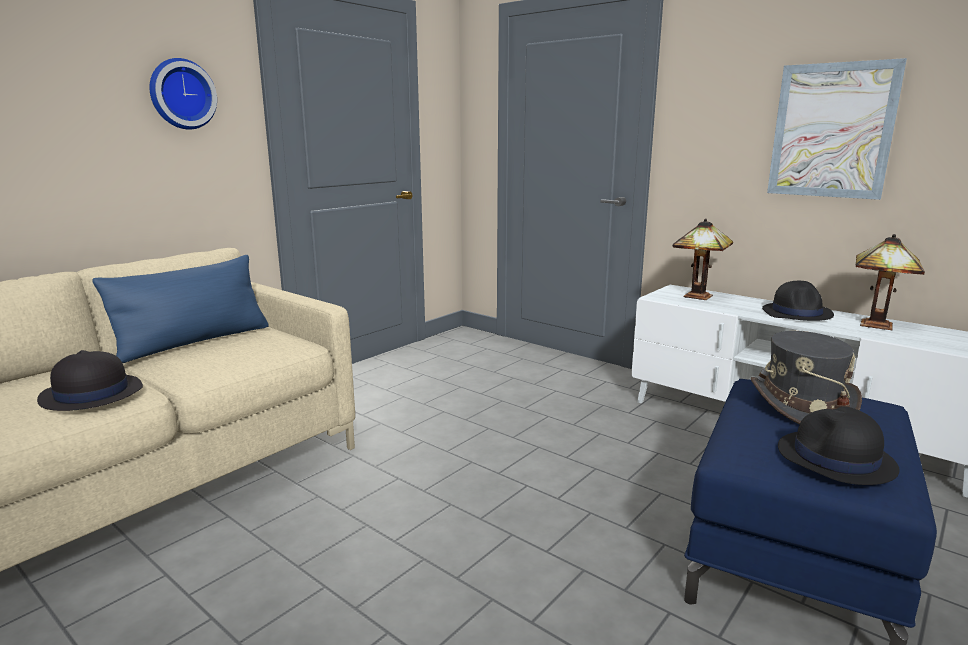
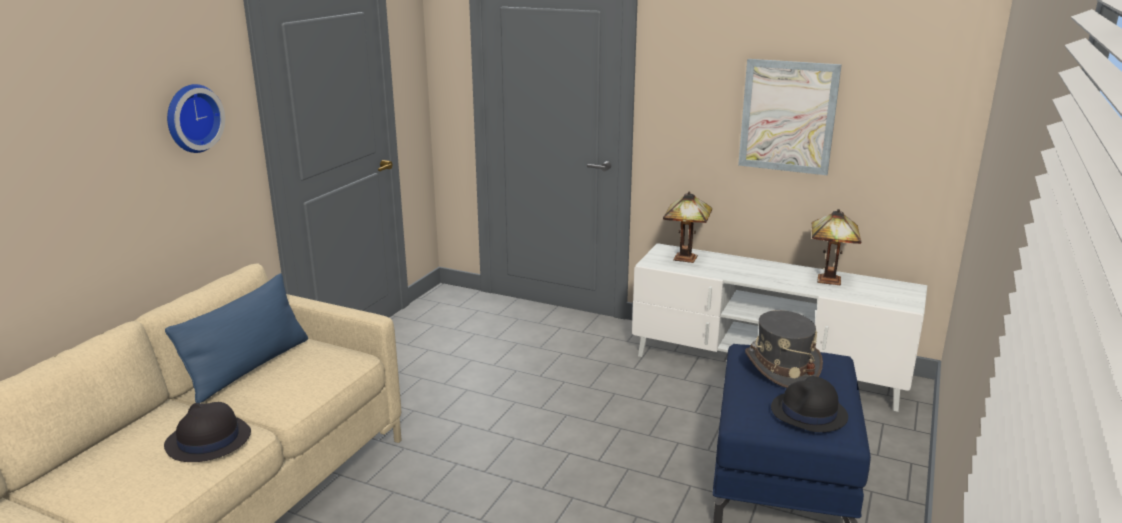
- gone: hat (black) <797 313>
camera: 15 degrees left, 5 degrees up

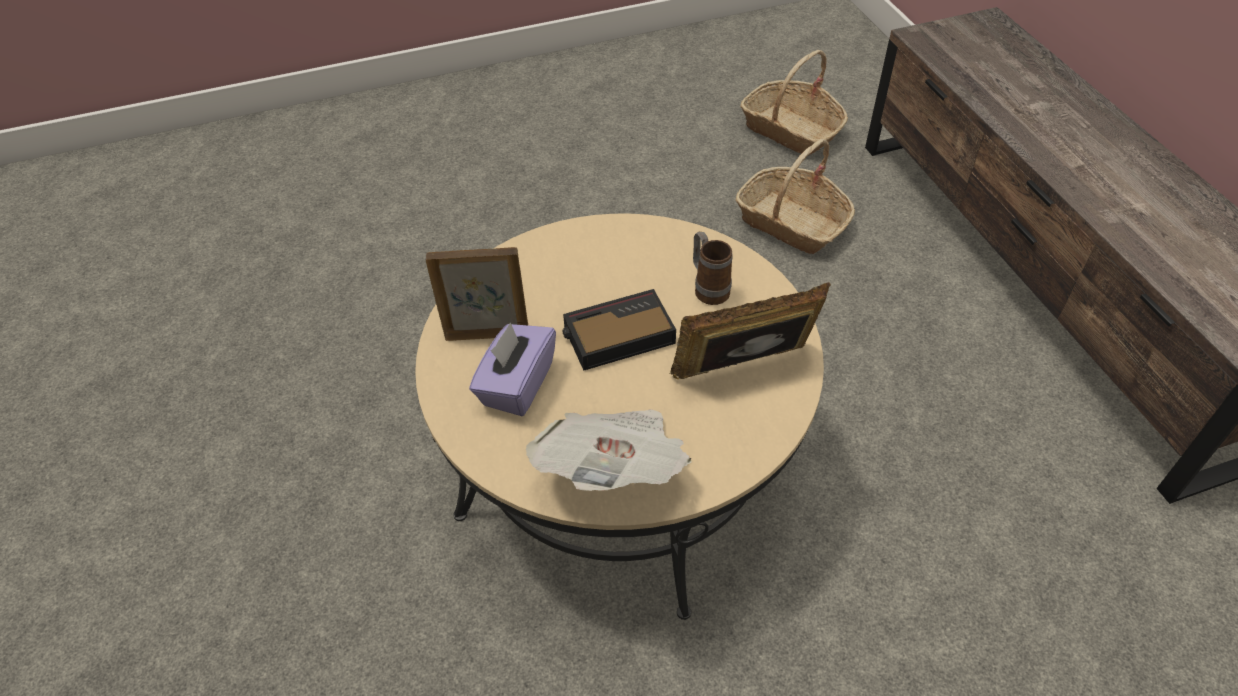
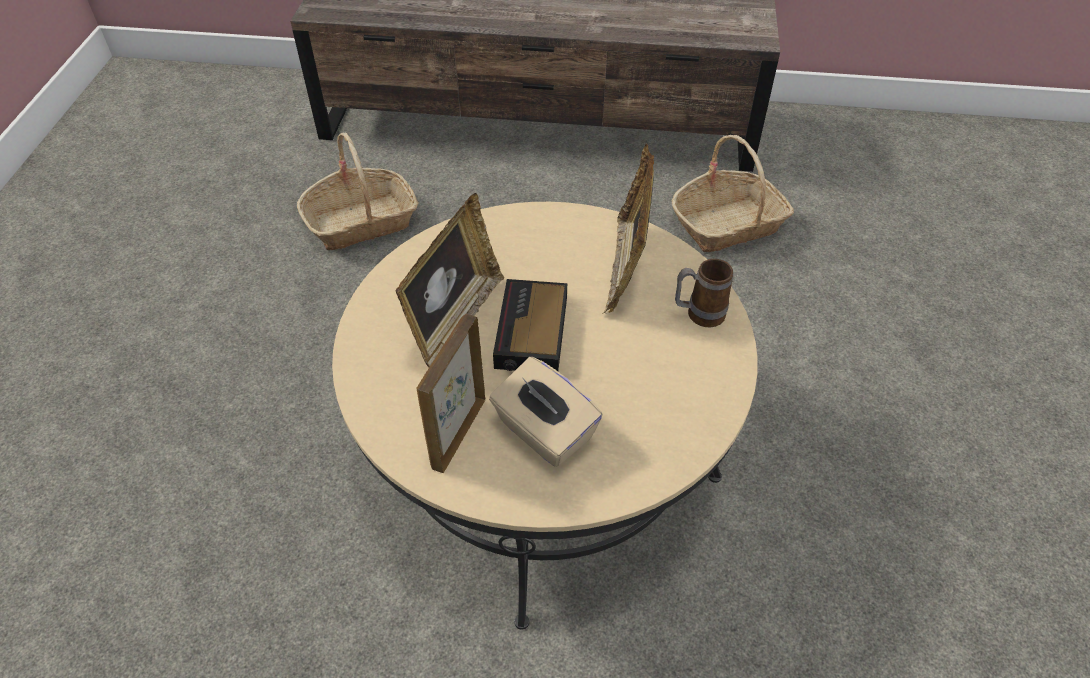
- gone: newspaper <614 469>
- new: picture frame <455 321>
- shifted: mug <708 288> to <698 314>
- shifted: basket <791 130> to <728 224>
- repainted: tissue box (purple) <516 385> to tissue box (beige) <544 432>
camera: 65 degrees left, 0 degrees up

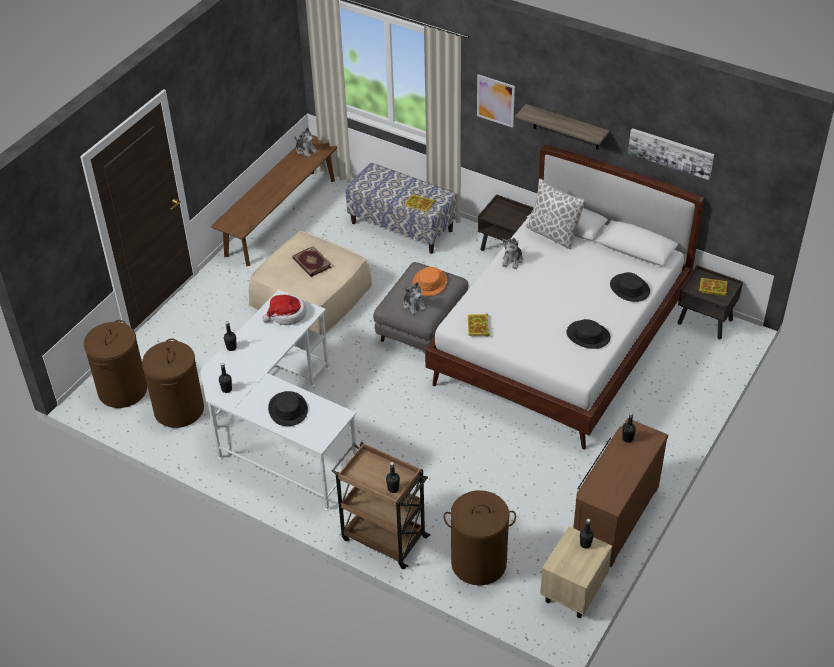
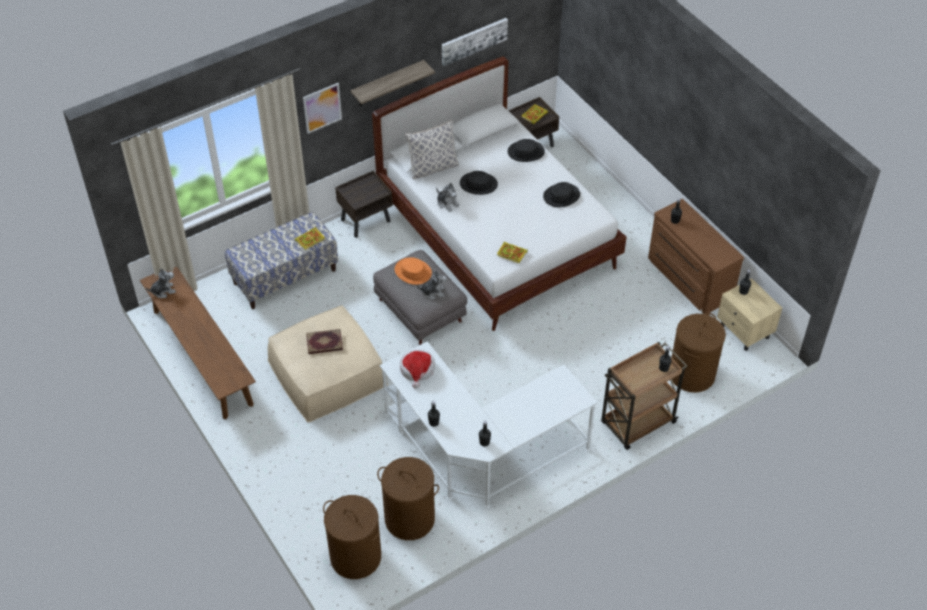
- shifted: hat (black) <288 409> to <478 184>
camera: 65 degrees left, 5 degrees up

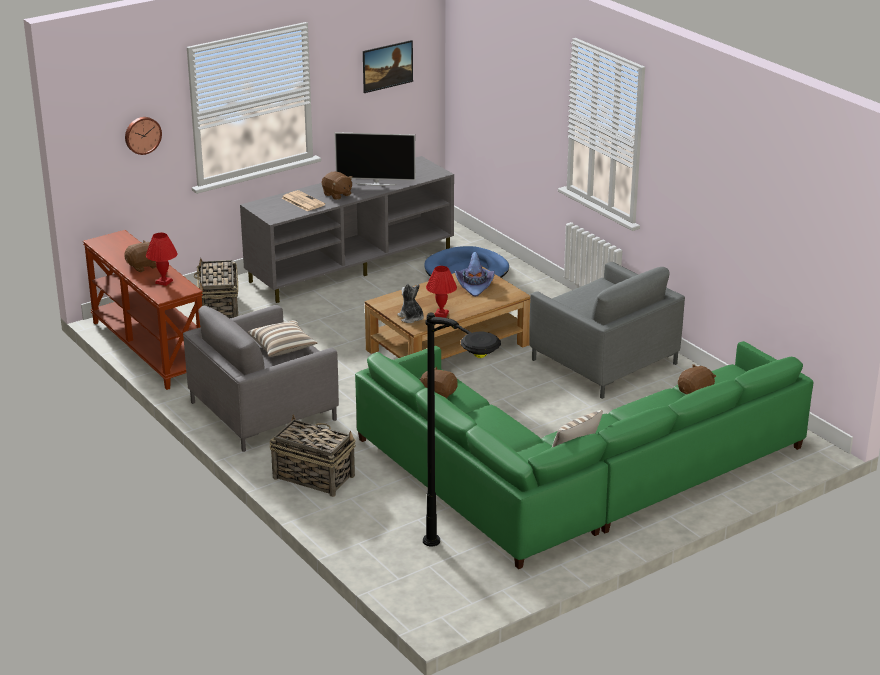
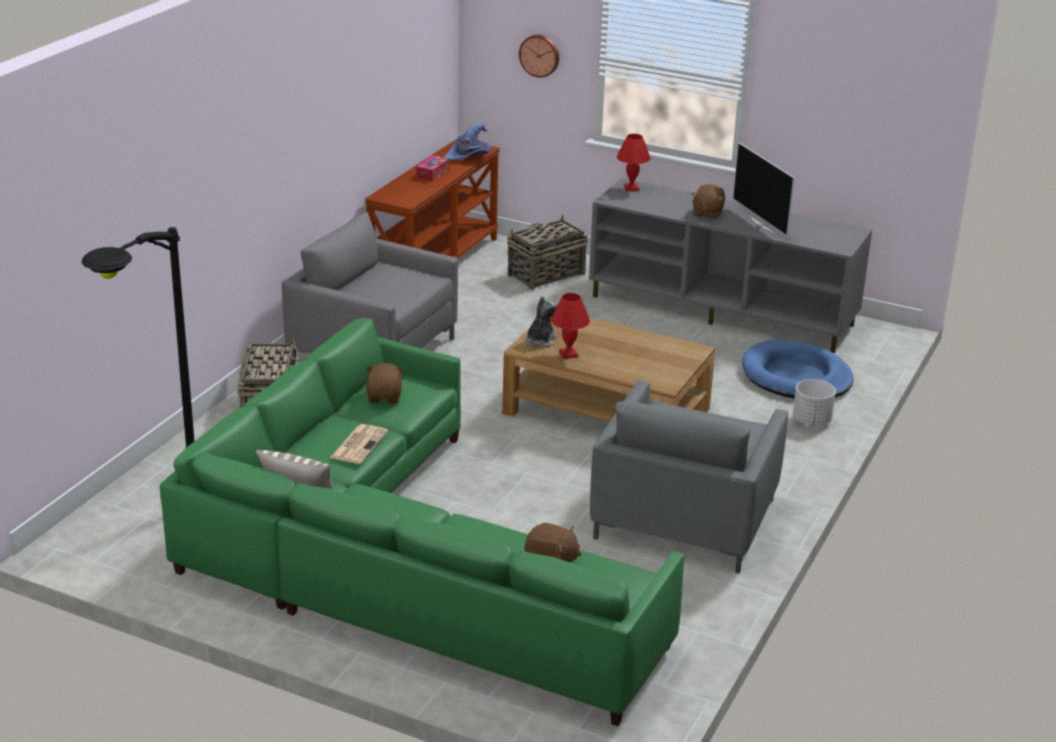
- gone: pillow <283 347>
- gone: picture <387 76>
- new: planter (white) <812 421>
- shifted: table lamp (red) <164 281> to <632 188>
- shifted: newspaper <302 201> to <359 444>
- shifted: hat (purple) <475 285> to <468 156>
- swapped: plush toy (brown) <143 266> to tissue box <432 173>
camera: 60 degrees right, 0 degrees up

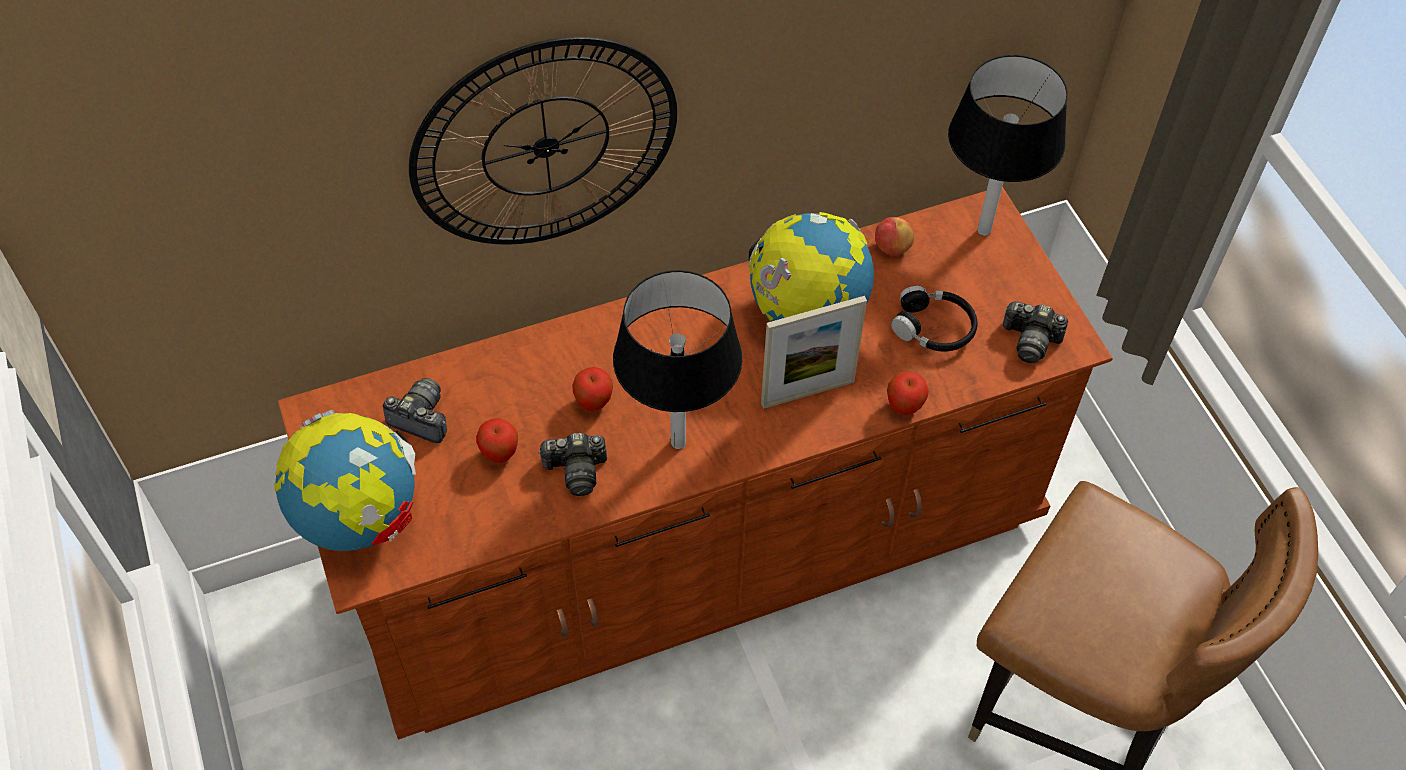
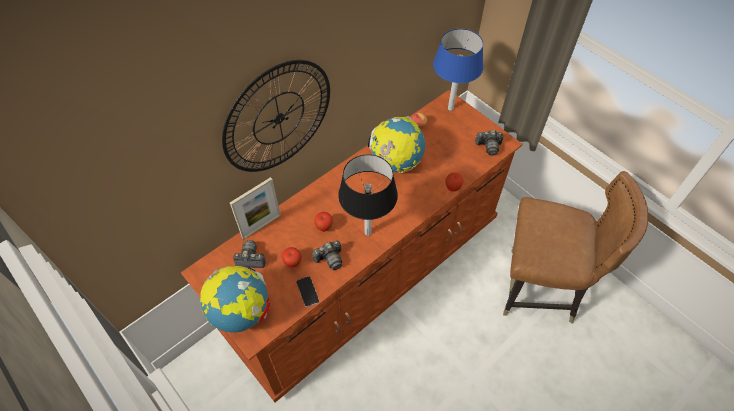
- gone: headphones (black) <933 328>
- new: phone <307 291>
- shifted: picture frame <807 393> to <261 226>
- repainted: table lamp (black) <983 230> to table lamp (blue) <450 108>
camera: 20 degrees left, 0 degrees up

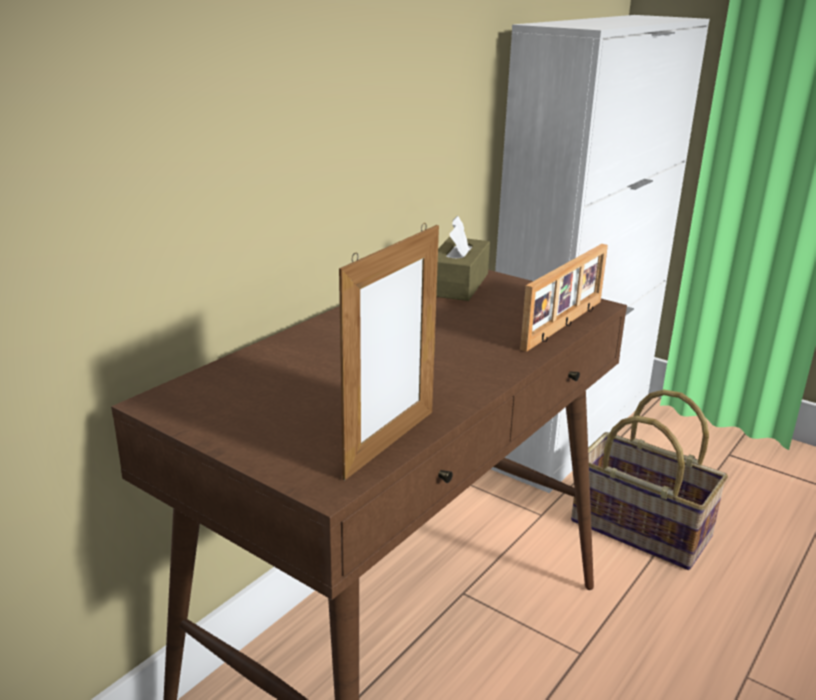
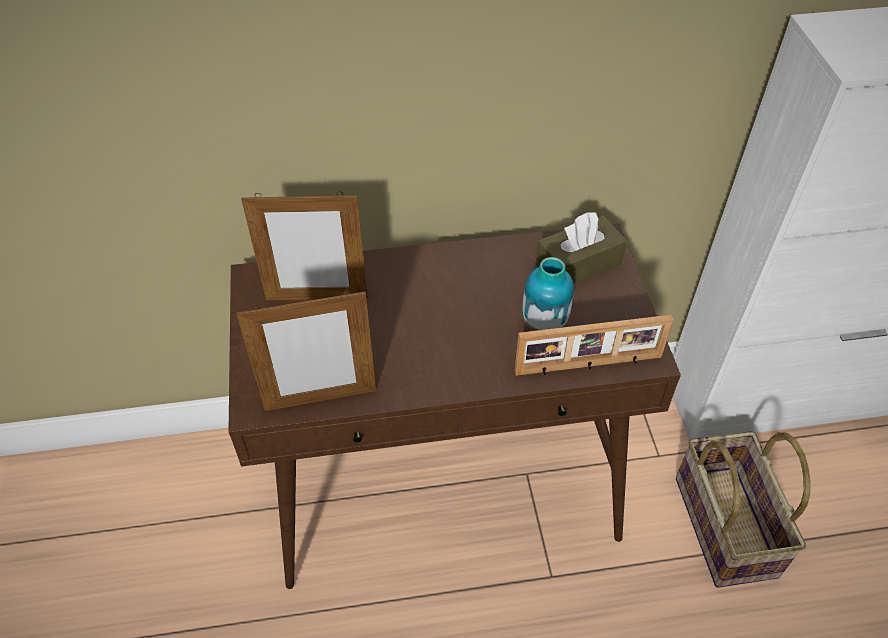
- new: picture frame <317 298>
- new: vase <544 325>
camera: 45 degrees right, 25 degrees up

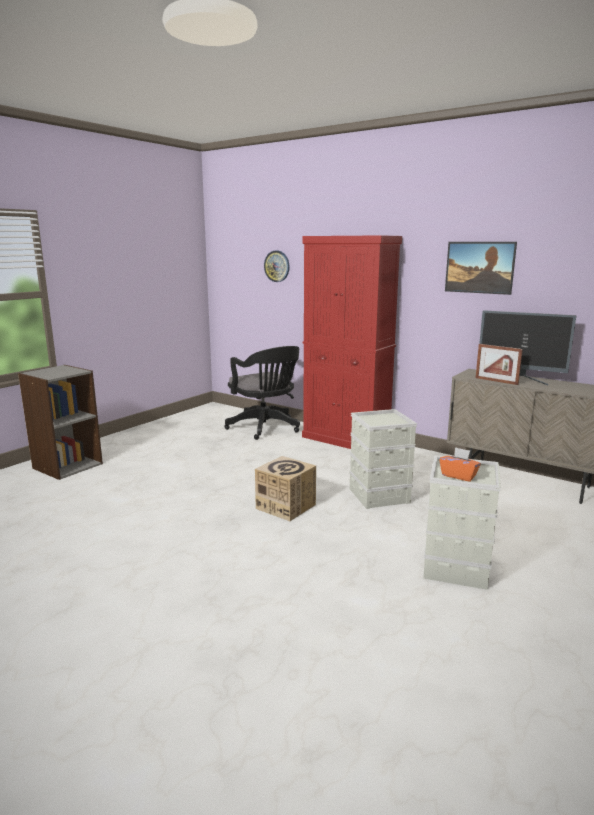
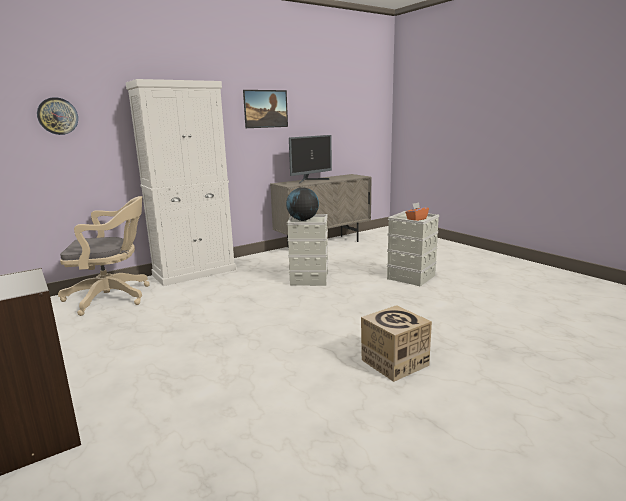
- gone: picture frame <496 381>
- new: globe <303 220>
- shifted: cardboard box <286 506> to <394 362>
- repainted: office chair (black) <265 428> to office chair (beige) <113 297>
- repainted: cabinet (red) <346 439> to cabinet (white) <195 272>
camera: 70 degrees left, 0 degrees up

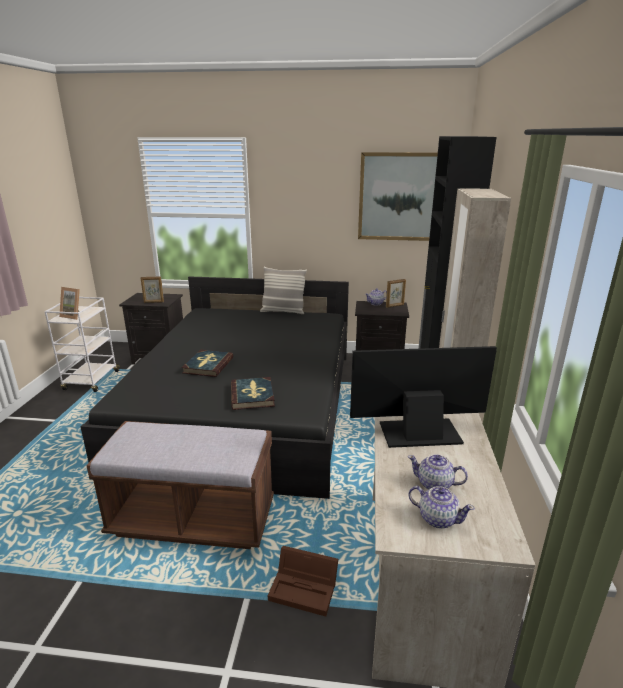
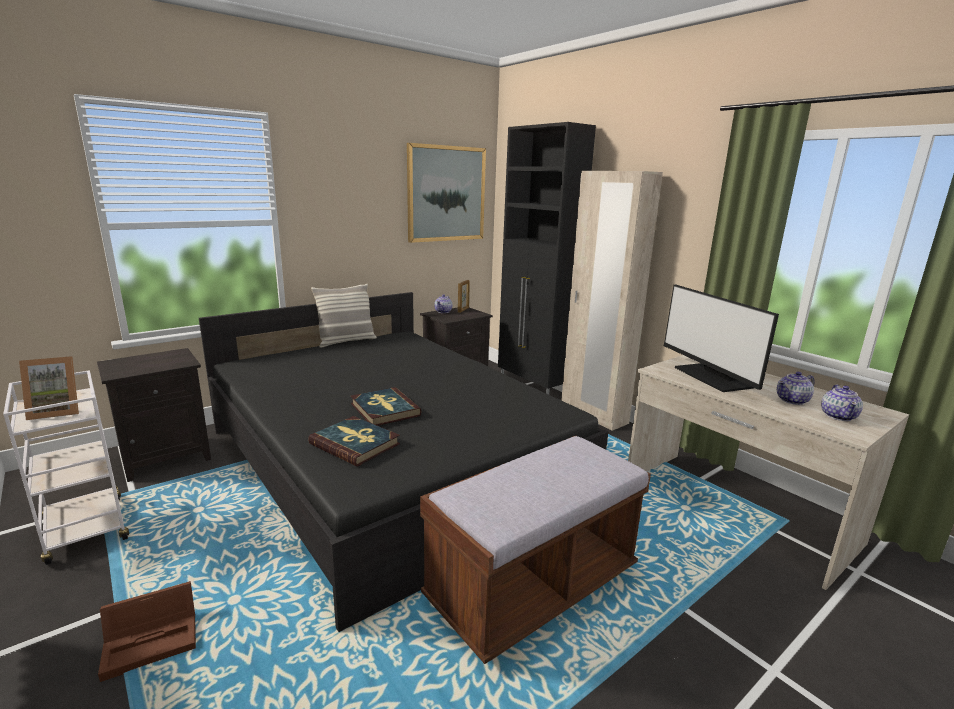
- gone: picture frame <154 302>
- shifted: book <252 395> to <355 444>
- shifted: storage box (brown) <305 588> to <154 639>
- rotated: monitor <419 432> = <712 377> 60 degrees counterclockwise
- rotated: teapot <437 518> = <838 416> 120 degrees clockwise
camera: 45 degrees left, 5 degrees down

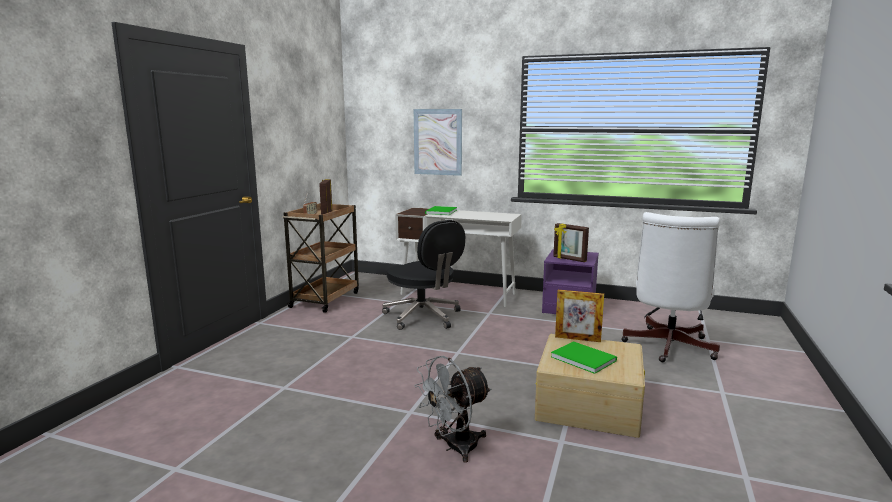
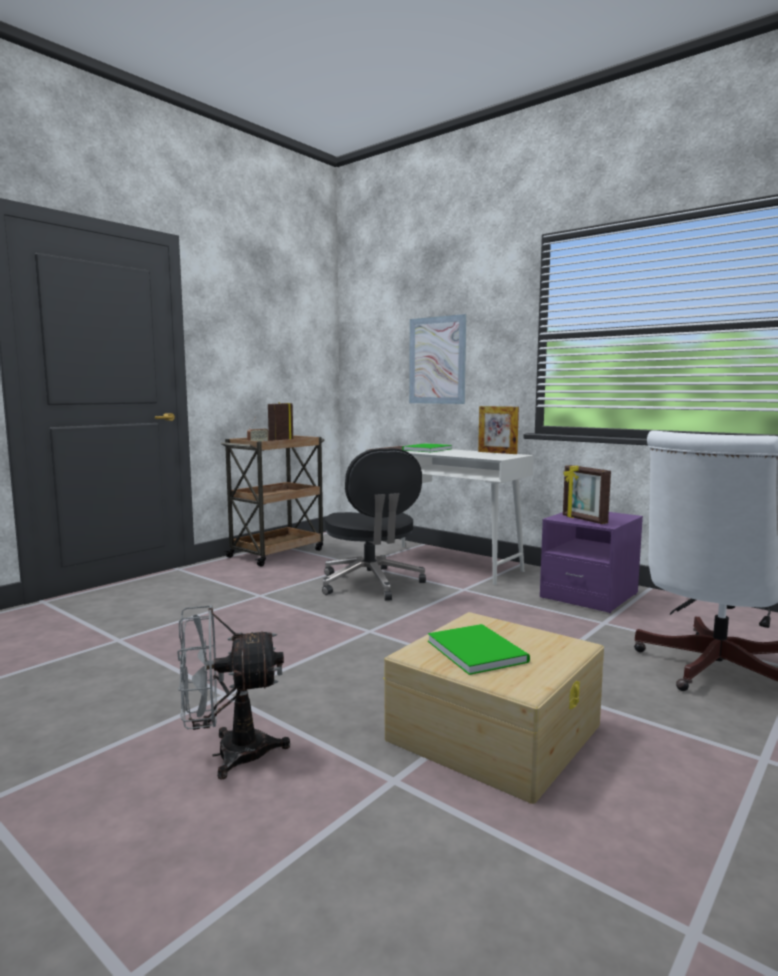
- shifted: picture frame <577 339> to <497 452>
camera: 20 degrees right, 5 degrees down

